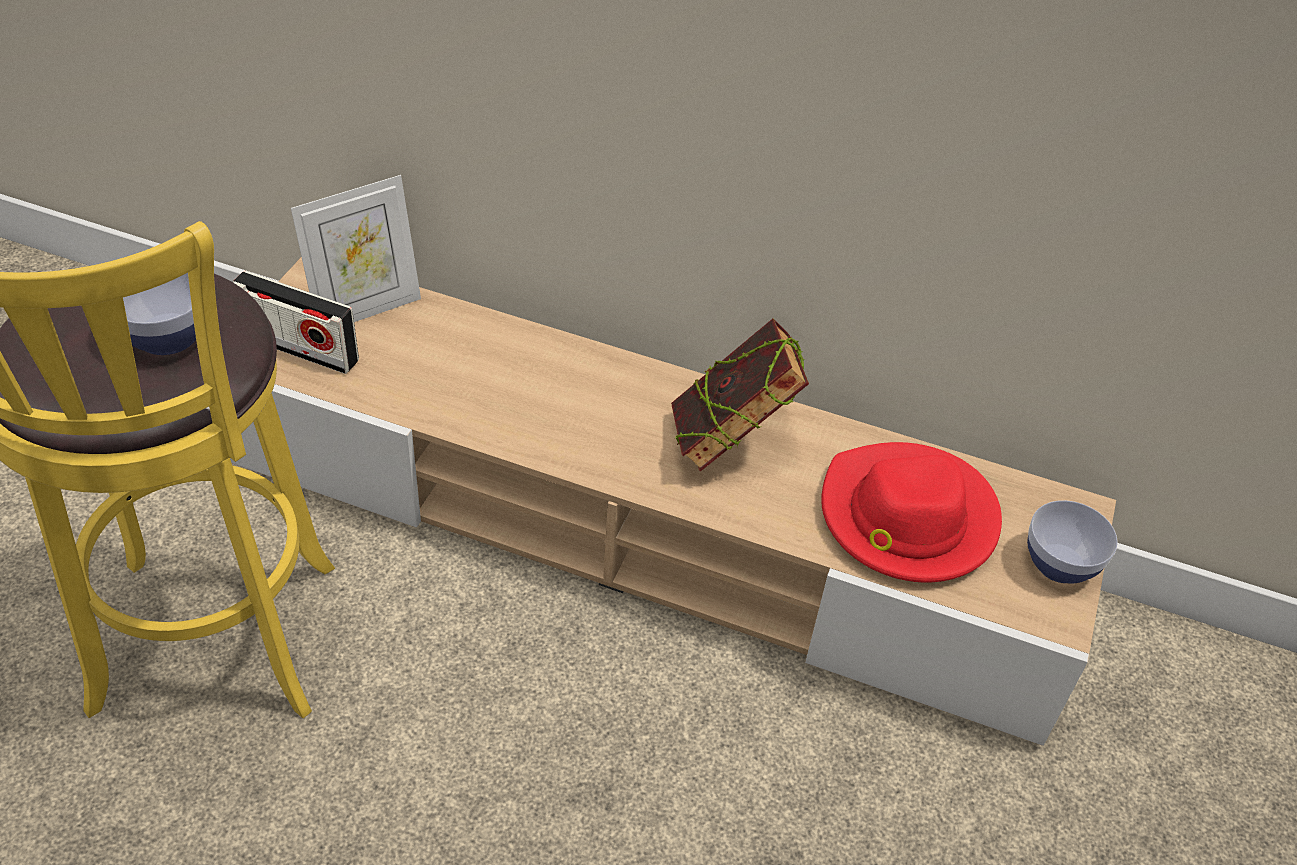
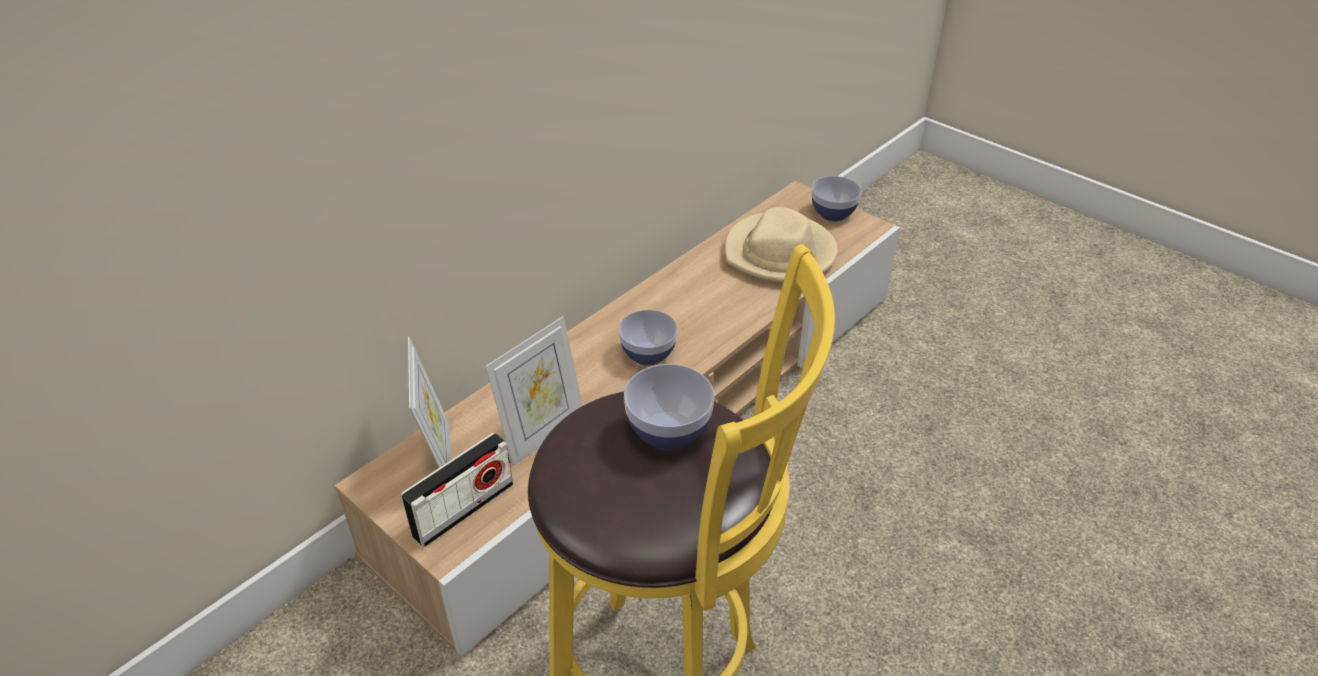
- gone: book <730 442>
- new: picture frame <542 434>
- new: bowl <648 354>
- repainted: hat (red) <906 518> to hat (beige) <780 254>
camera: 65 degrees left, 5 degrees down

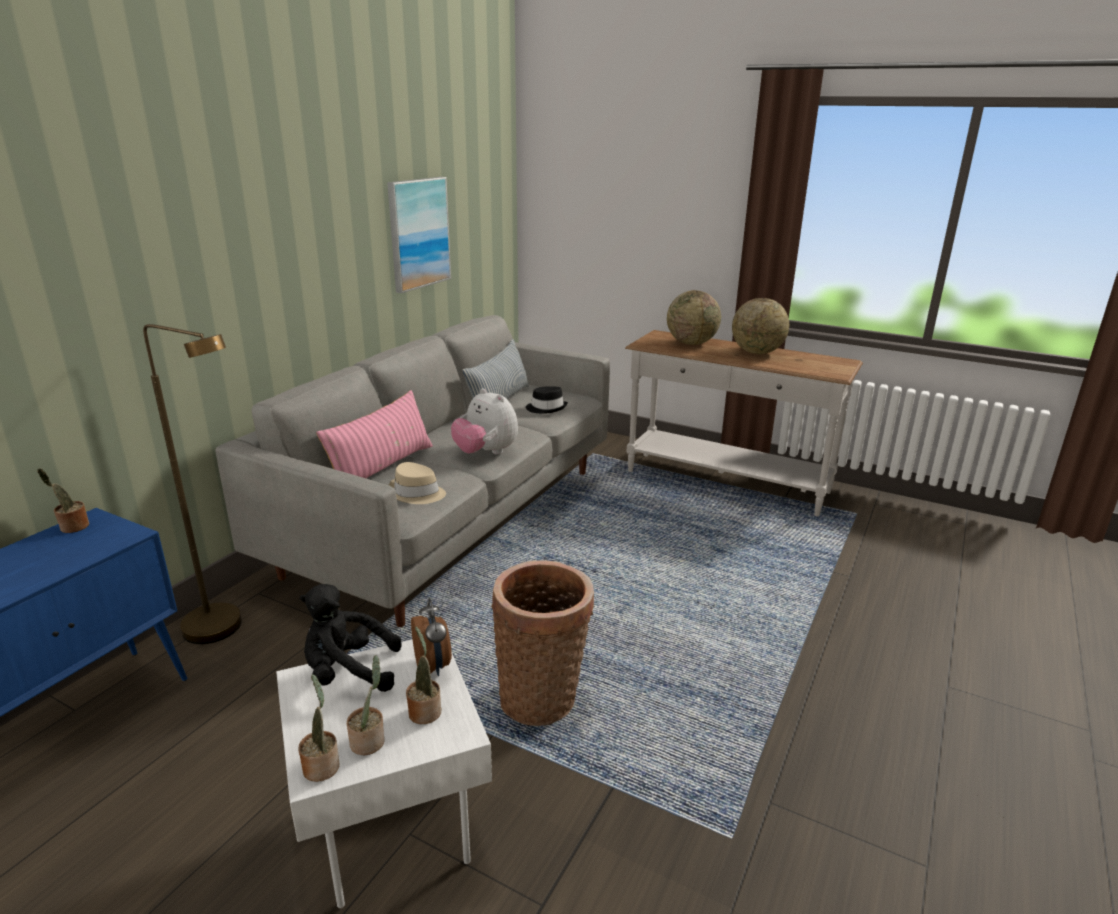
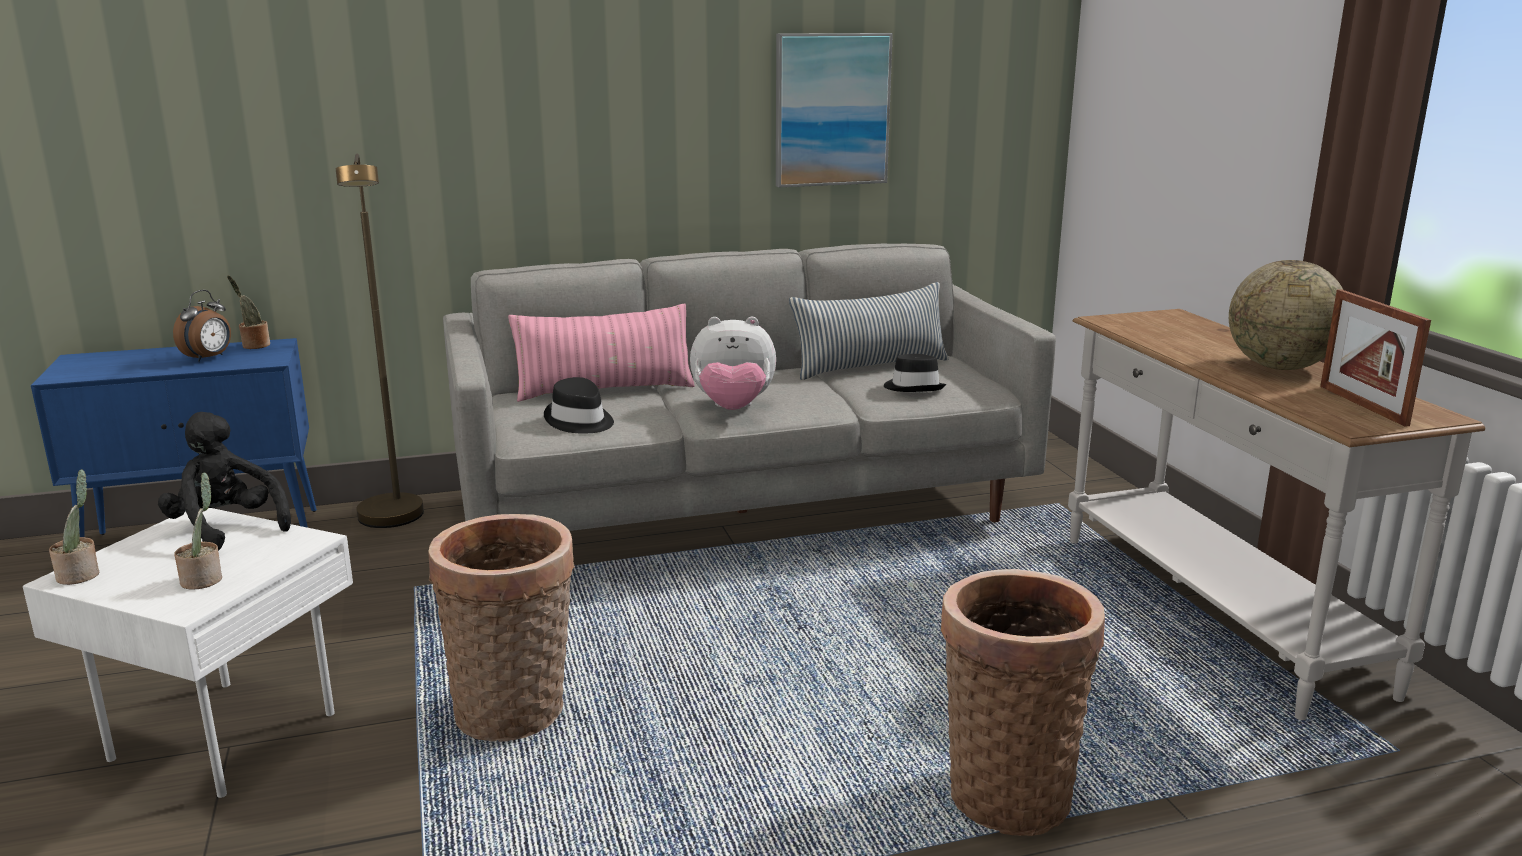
- gone: potted plant <369 740>
- gone: globe <691 343>
- new: basket <1007 790>
- new: picture frame <1362 405>
- shifted: alarm clock <433 666> to <209 358>
- repainted: hat (beige) <417 494> to hat (black) <579 421>
- rotated: plush toy <486 453> = <733 409> 90 degrees counterclockwise
camera: 45 degrees right, 5 degrees down

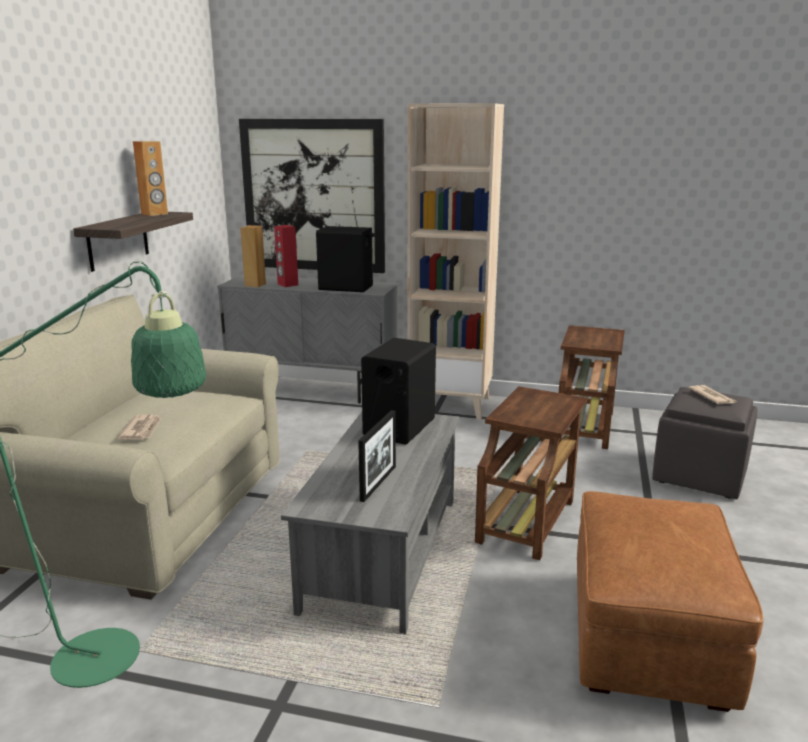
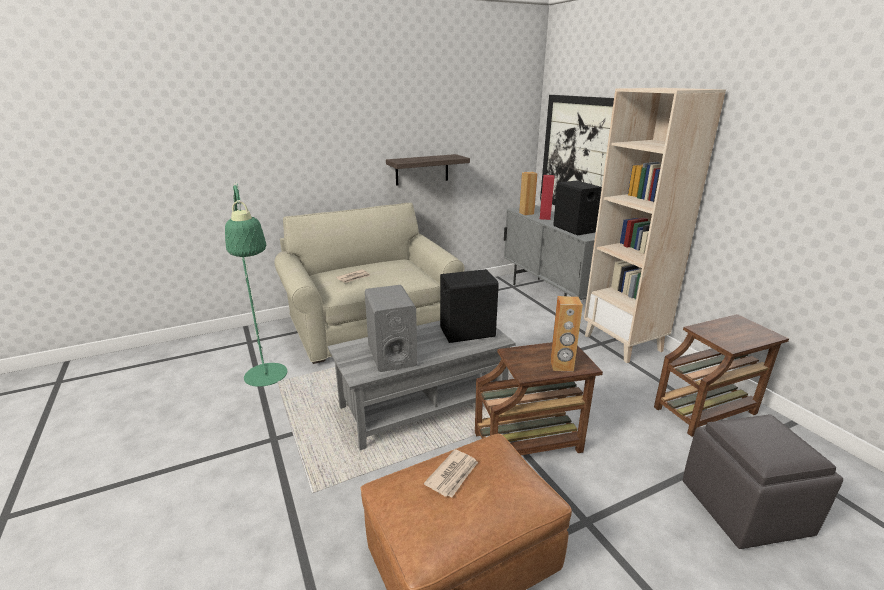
- shifted: speaker (brown) <154 214> to <561 366>
- shifted: newspaper <711 397> to <453 475>
- swapped: picture frame <378 483> to speaker (grey) <391 355>
camera: 50 degrees right, 5 degrees up

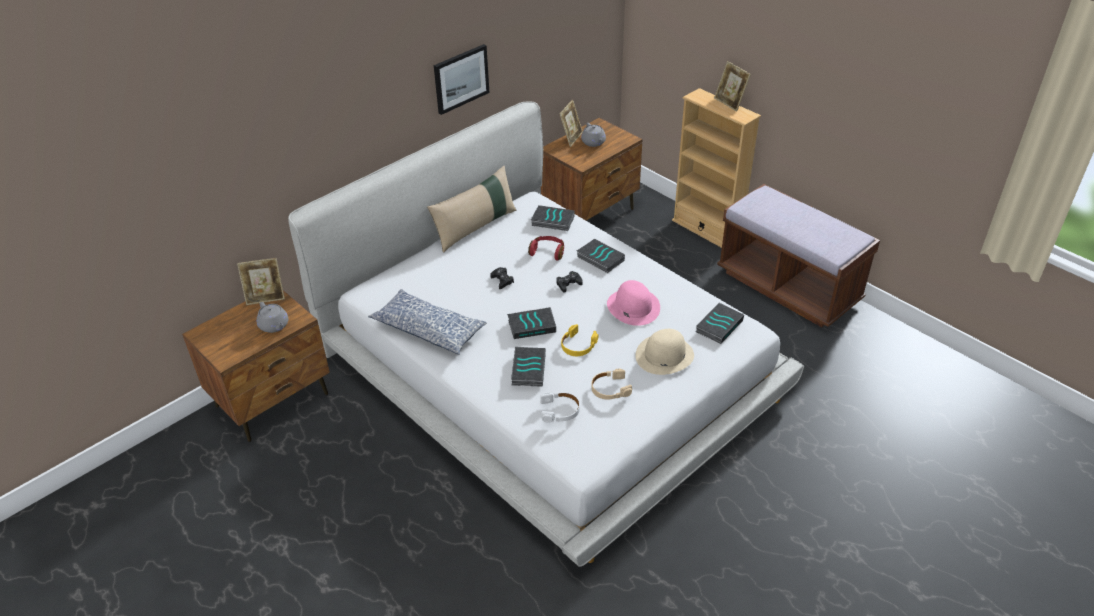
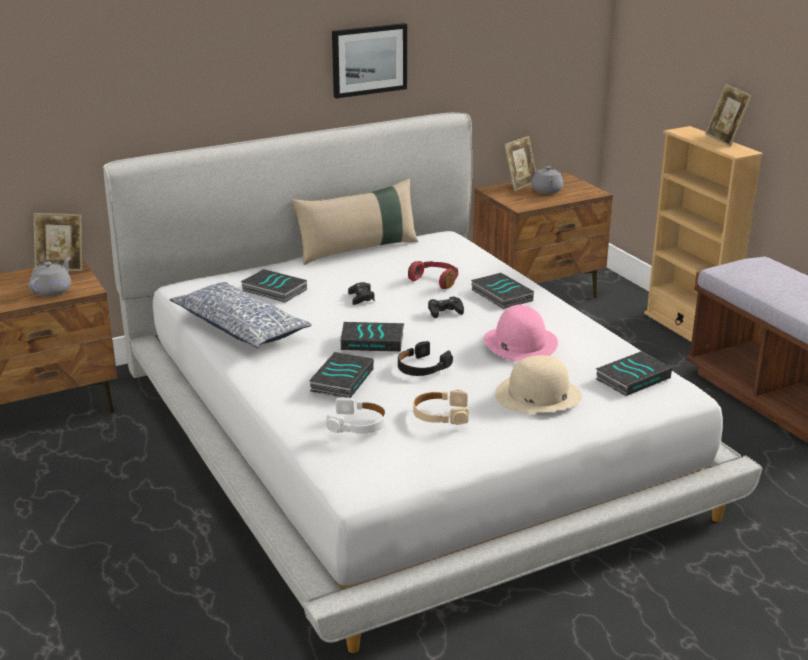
- shifted: book <552 221> to <273 290>
- repainted: headphones (yellow) <578 345> to headphones (black) <422 367>
- rotated: teapot (grey) <274 326> = <52 291> 135 degrees counterclockwise
camera: 15 degrees right, 15 degrees down

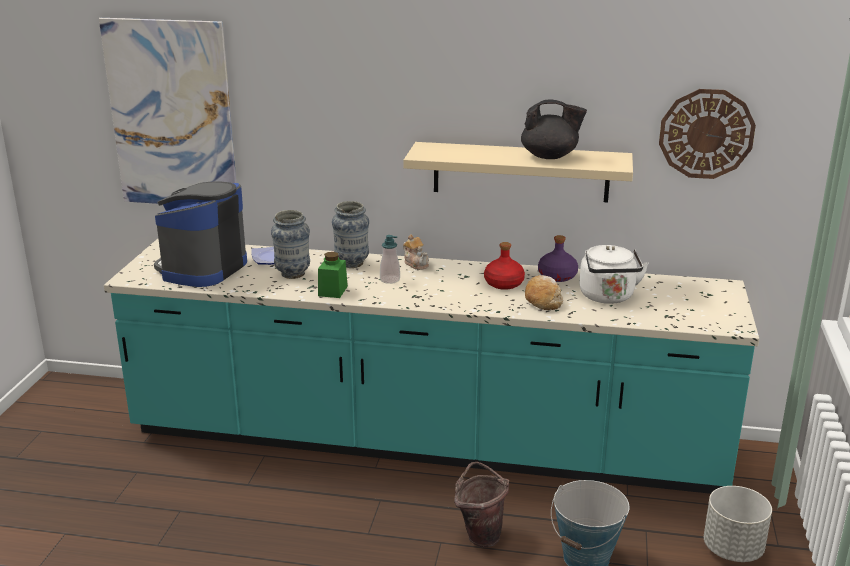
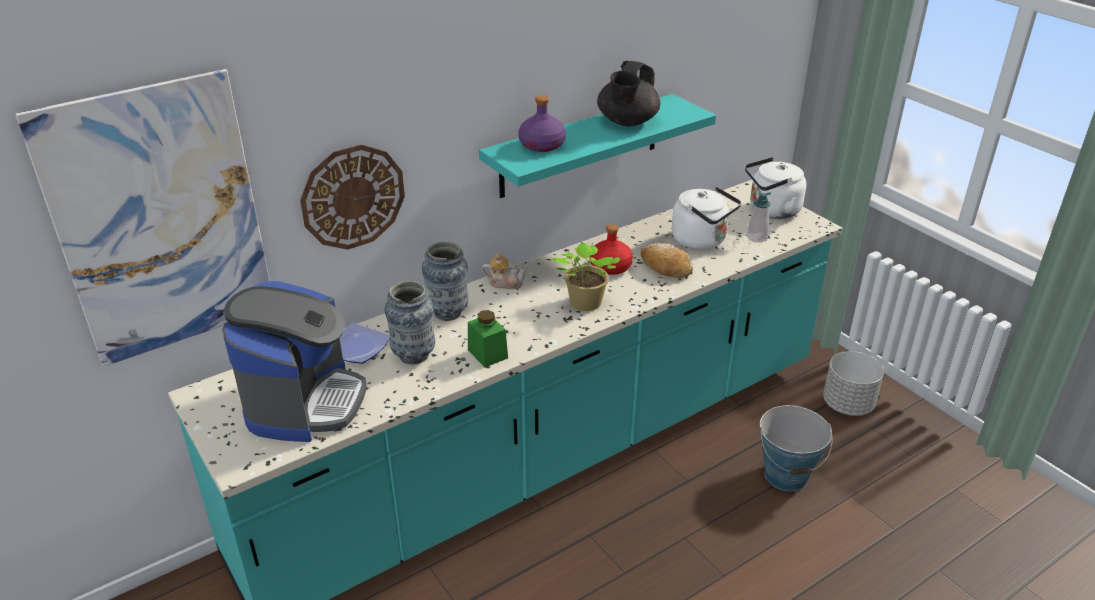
- gone: bucket (brown) <480 534>
- new: potted plant <584 304>
- new: kettle (white) <771 211>
- shifted: soap dispenser <390 280> to <757 238>
- shifted: bottle (purple) <557 276> to <542 145>
- shifted: wall clock <706 134> to <353 197>
- repainted: shelf (beige) <520 172> to shelf (turquoise) <580 146>
- rotated: coffee machine <202 269> = <304 402> 150 degrees counterclockwise
- rotated: teapot (black) <550 156> = <627 122> 150 degrees clockwise
camera: 45 degrees left, 10 degrees up

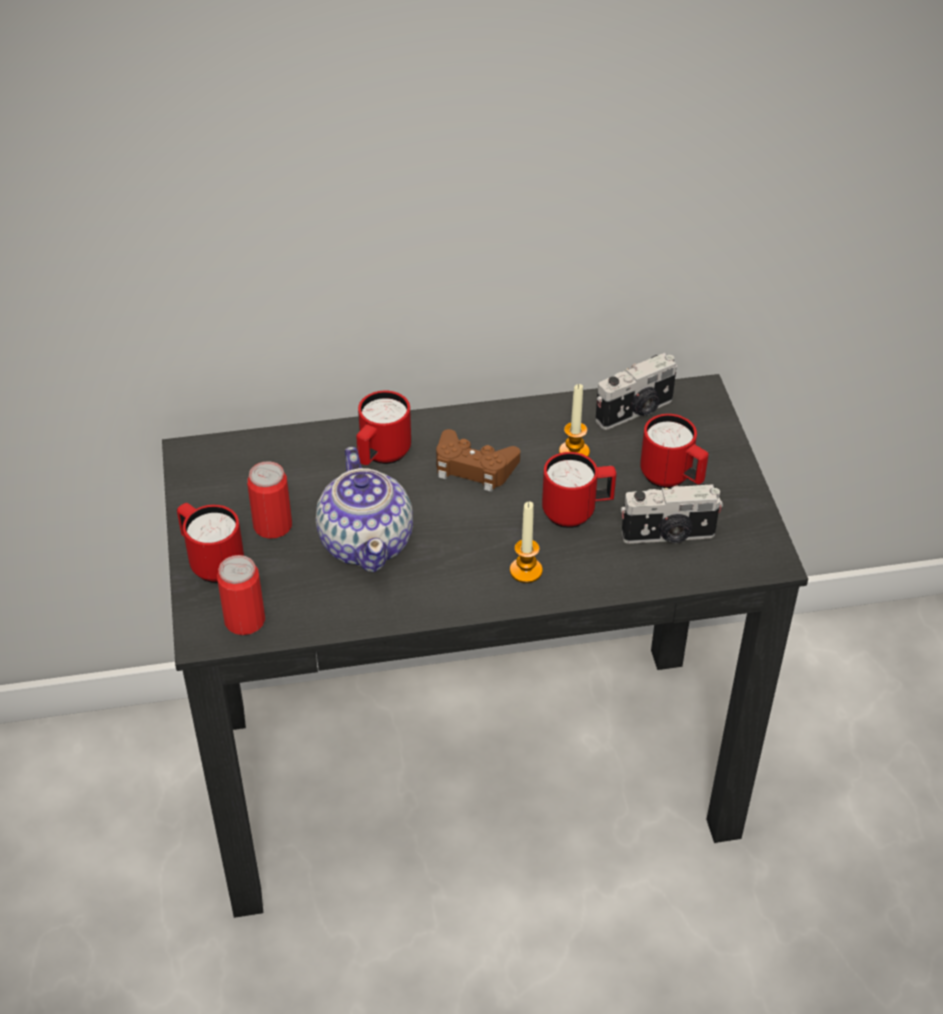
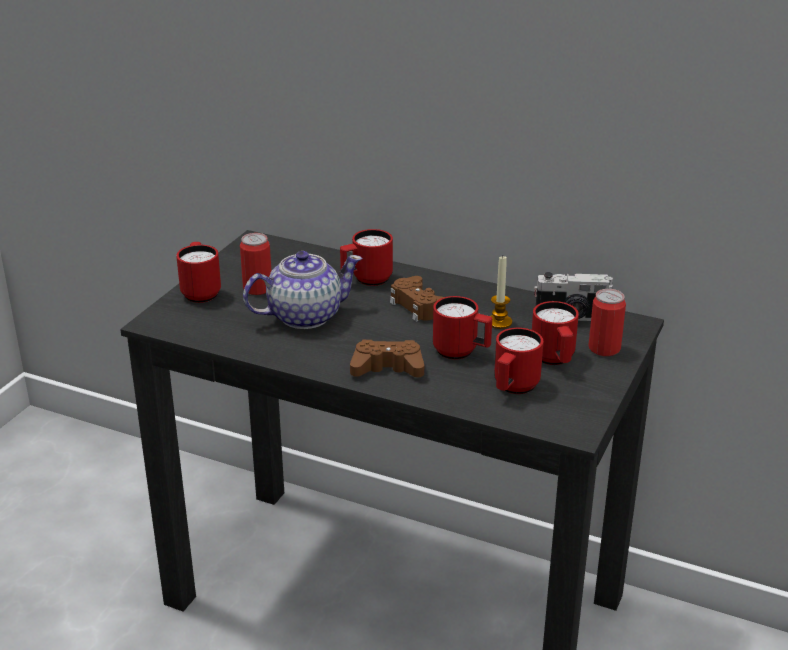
- shifted: can <245 620> to <604 348>
- swapped: candle <526 571> to game controller (brown) <387 368>
- swapped: photo camera <668 536> to mug (red) <513 388>
- rotated: teapot <367 542> = <304 316> 135 degrees counterclockwise
camera: 35 degrees right, 15 degrees down

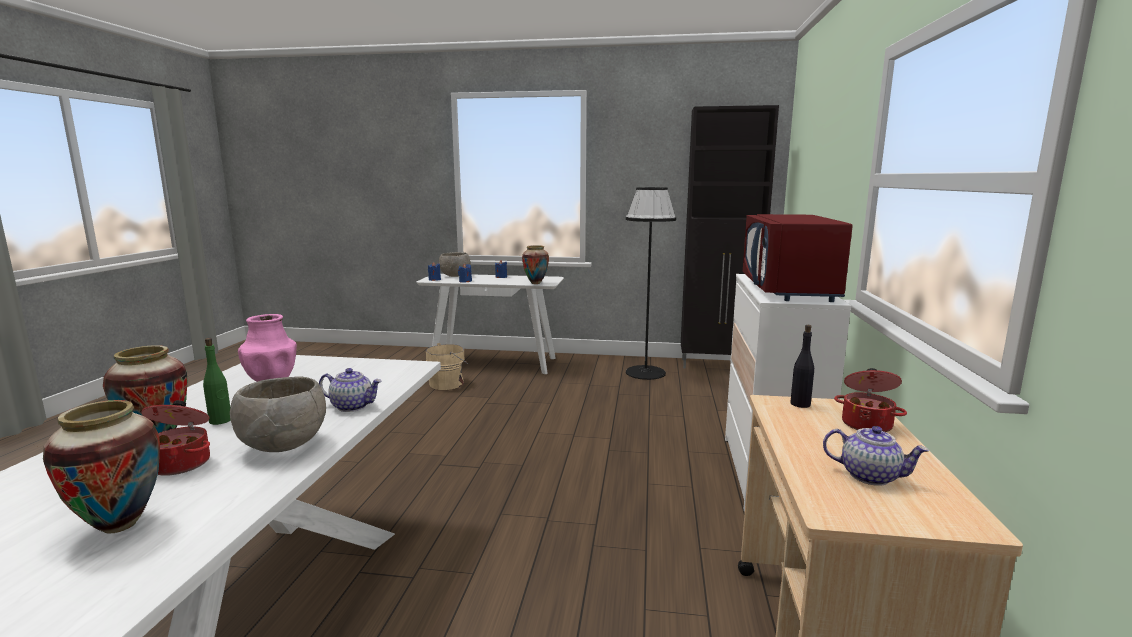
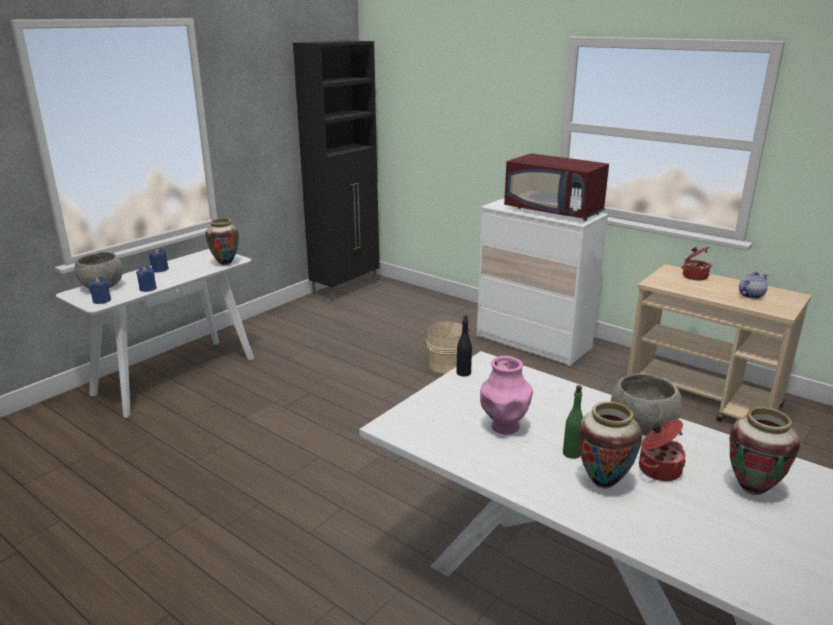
- gone: teapot <353 406>
- gone: floor lamp (black) <645 372>
- shifted: bucket (beige) <448 383> to <447 364>
- shifted: bottle (black) <800 404> to <463 373>
camera: 60 degrees left, 10 degrees up

